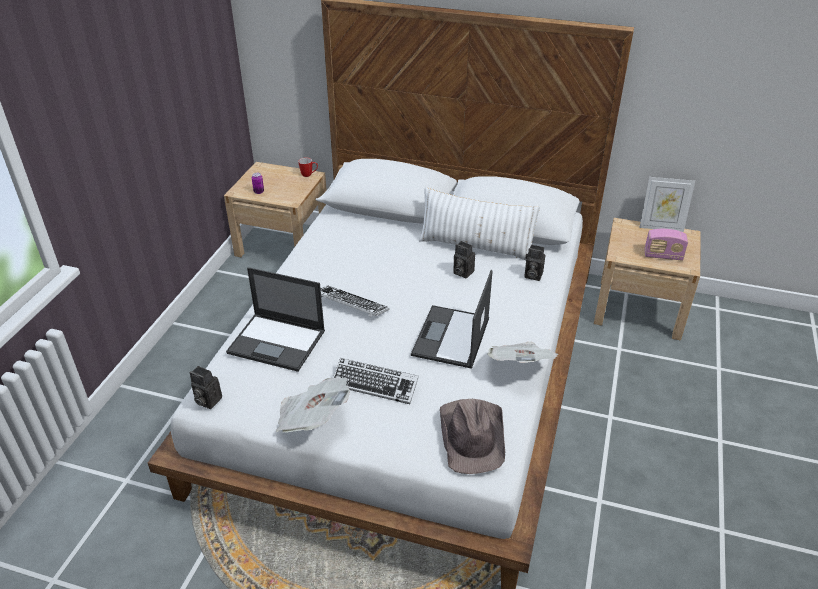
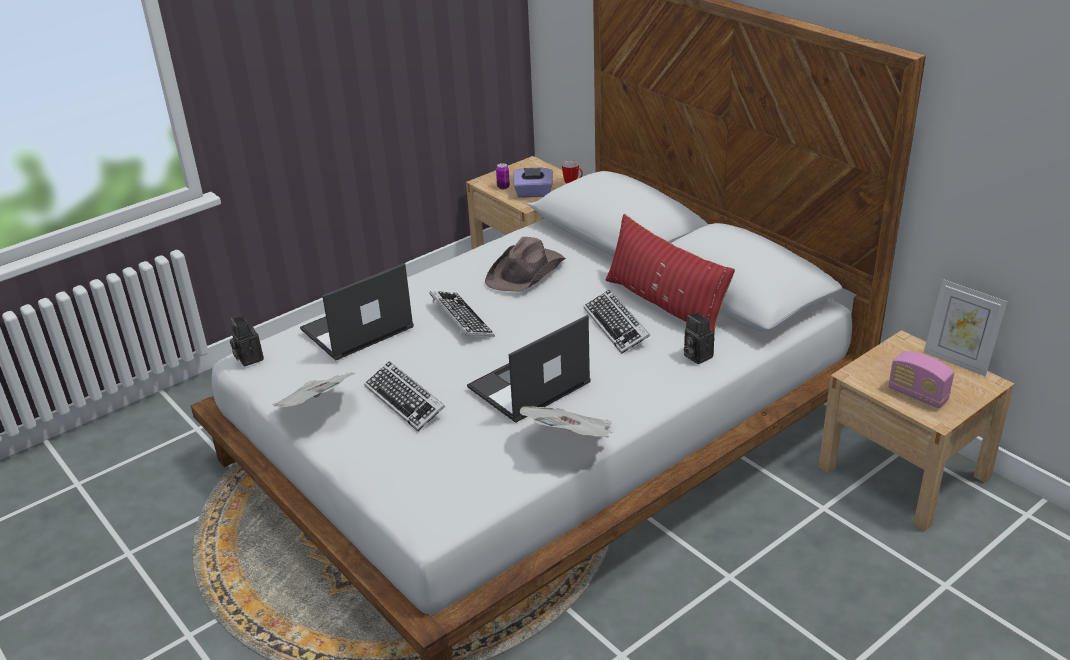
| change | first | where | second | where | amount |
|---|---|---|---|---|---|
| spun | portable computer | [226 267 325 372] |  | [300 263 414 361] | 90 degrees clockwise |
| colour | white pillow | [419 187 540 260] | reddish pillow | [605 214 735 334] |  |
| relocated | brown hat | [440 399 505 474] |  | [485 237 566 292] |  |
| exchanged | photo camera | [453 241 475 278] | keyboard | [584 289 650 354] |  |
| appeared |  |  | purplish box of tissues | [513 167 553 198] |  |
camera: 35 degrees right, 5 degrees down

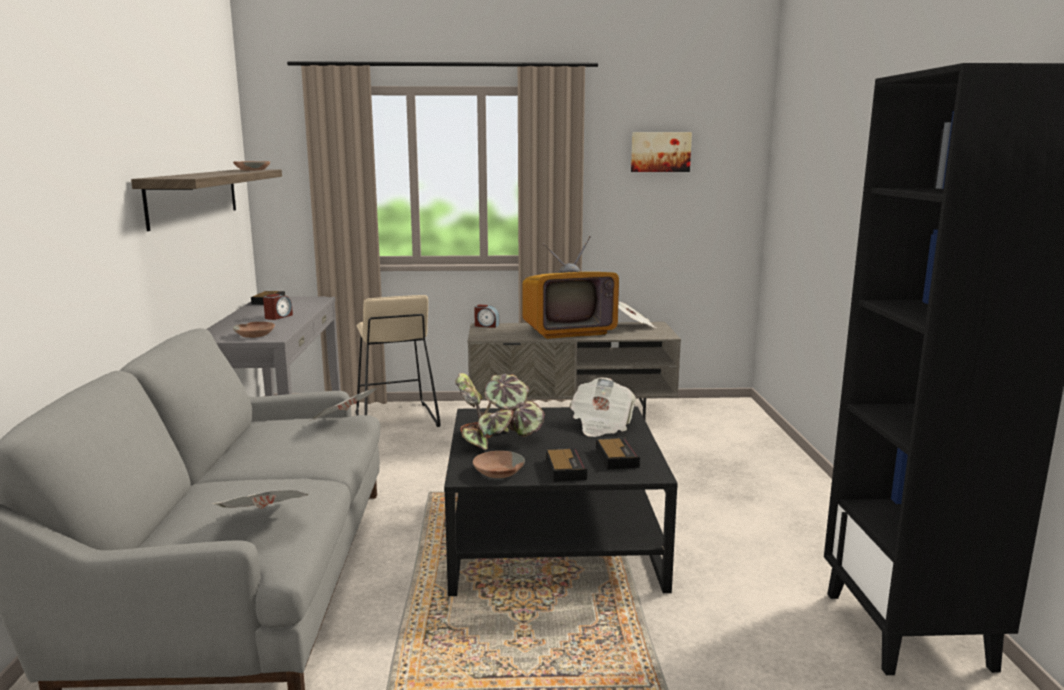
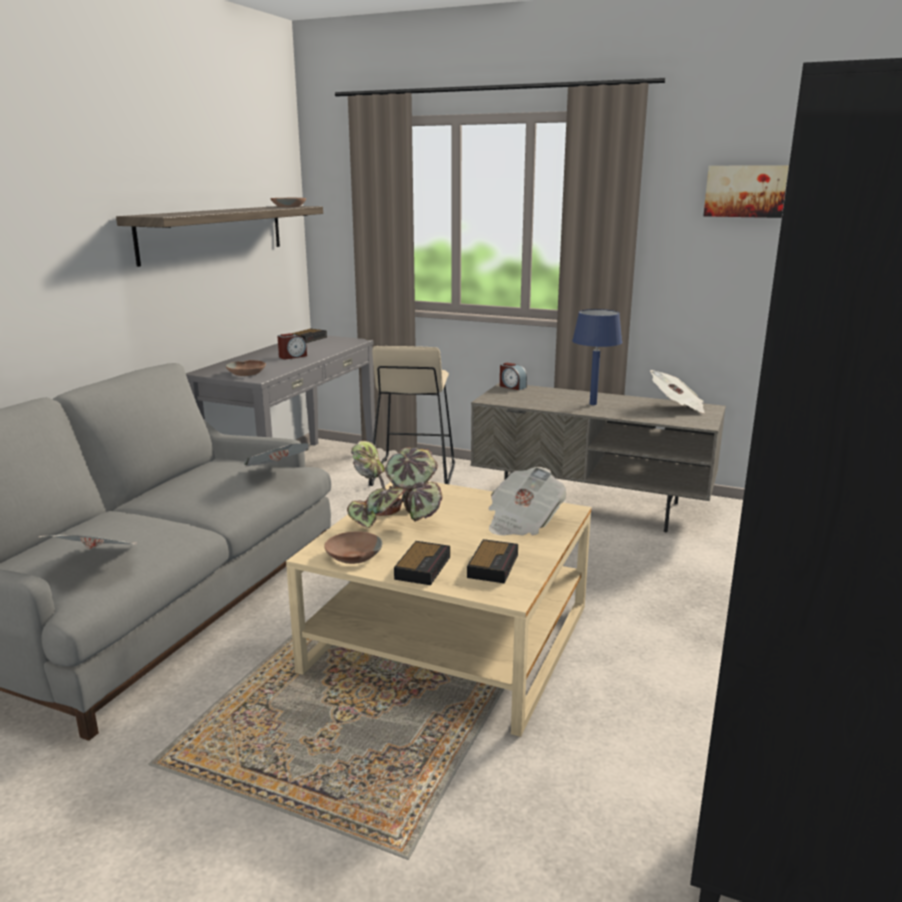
| change | first | where | second | where | amount |
|---|---|---|---|---|---|
| colour | blackish lounge table | [444 406 678 596] | sand-coloured lounge table | [286 481 591 737] |  |
| exchanged | TV set | [522 236 619 339] | blue-coloured lamp for a table | [572 309 622 405] |  |
camera: 25 degrees right, 5 degrees up

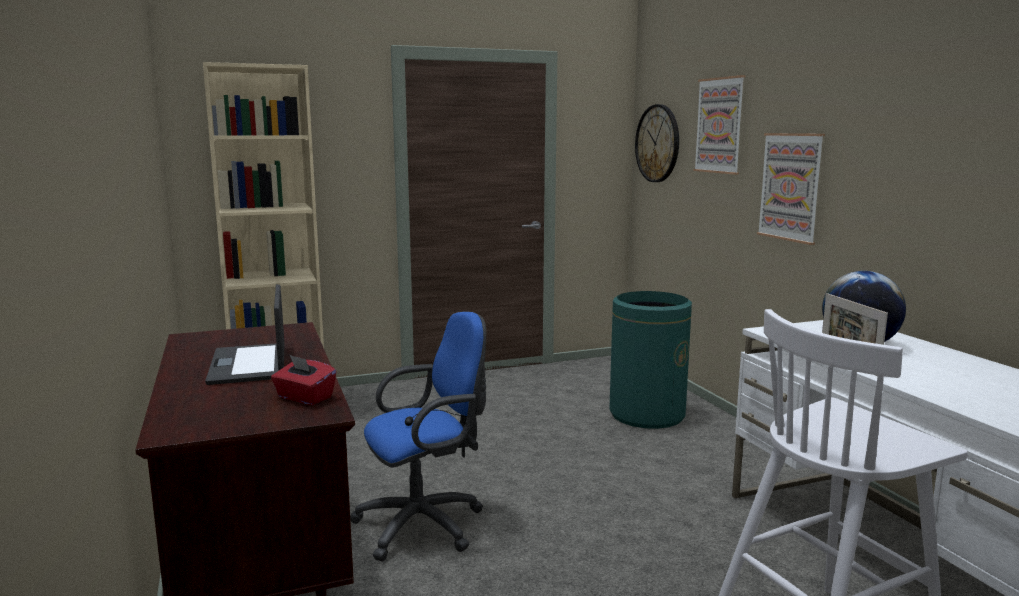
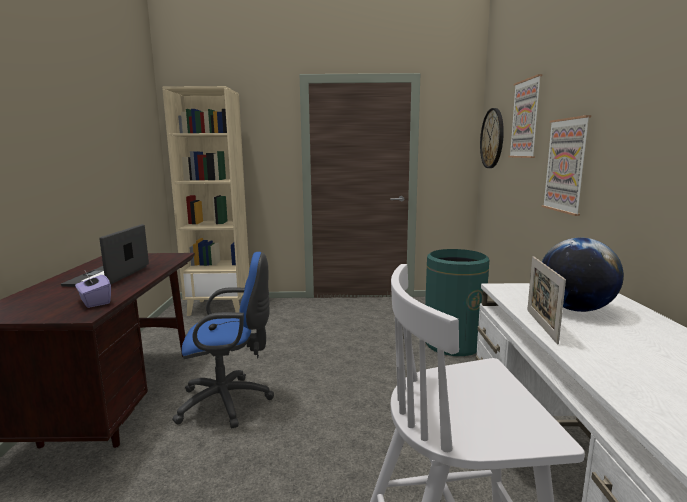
| change | first | where | second | where | amount |
|---|---|---|---|---|---|
| colour | reddish box of tissues | [271 355 337 405] | purplish box of tissues | [75 271 111 308] |  |
camera: 20 degrees right, 0 degrees up

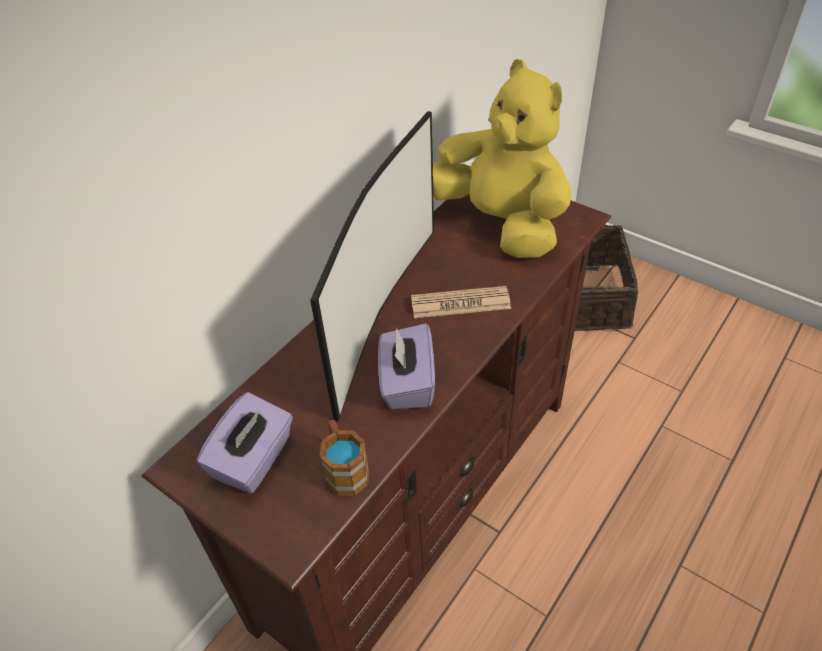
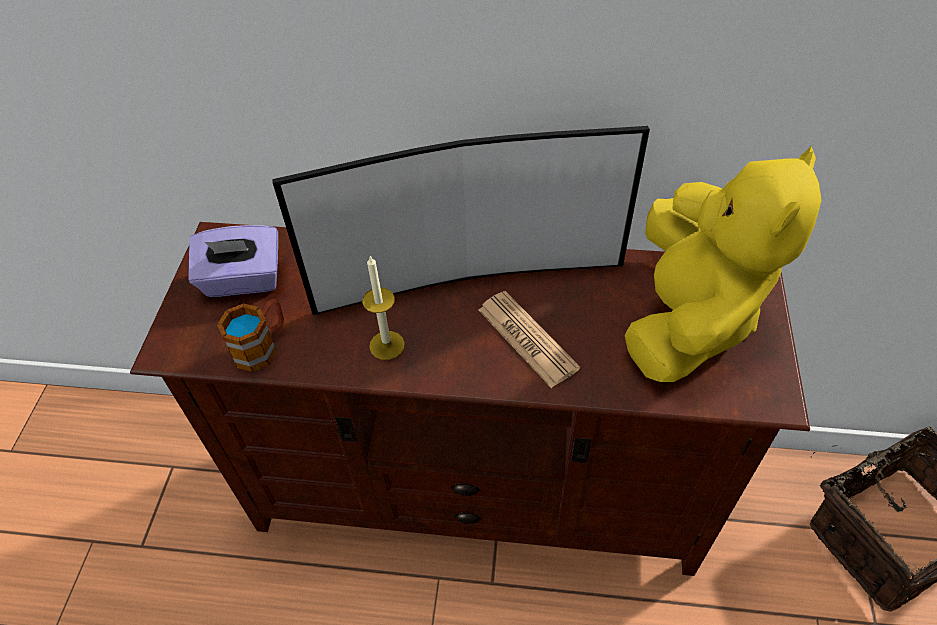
| change | first | where | second | where | amount |
|---|---|---|---|---|---|
| exchanged | purplish box of tissues | [378 324 435 409] | wax light | [362 256 405 360] |  |
camera: 60 degrees right, 5 degrees up

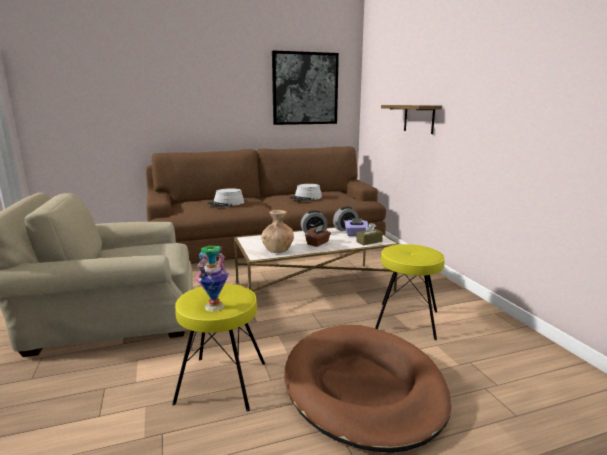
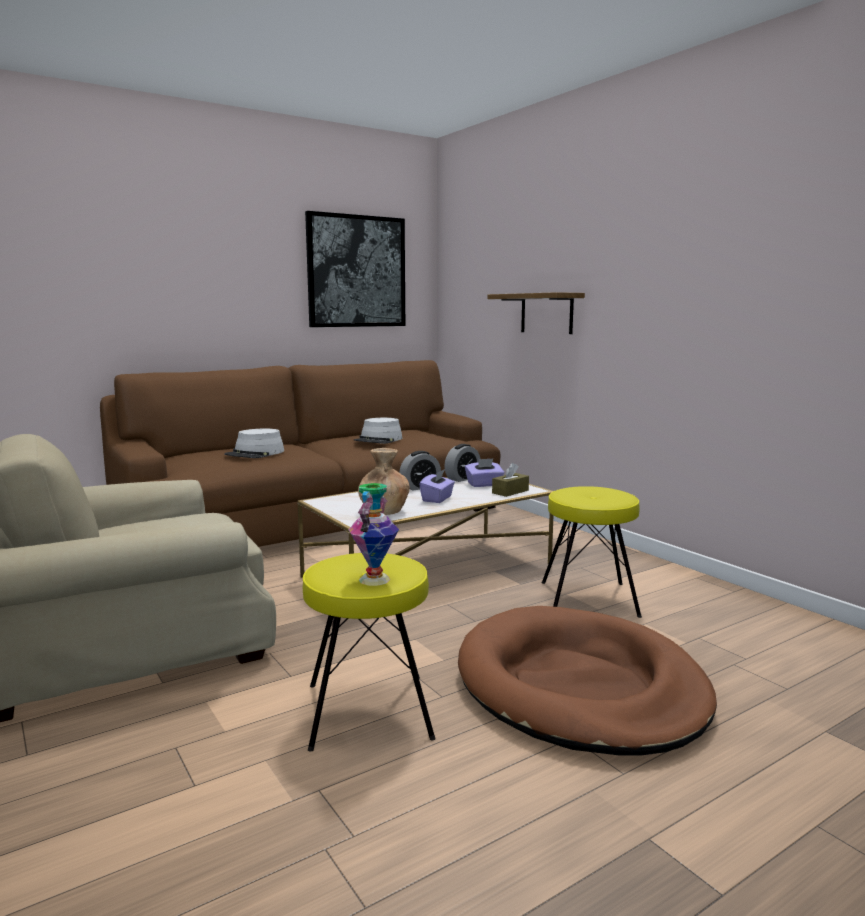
| change | first | where | second | where | amount |
|---|---|---|---|---|---|
| colour | brown box of tissues | [305 225 331 247] | purplish box of tissues | [419 469 455 503] |  |
camera: 15 degrees left, 5 degrees down

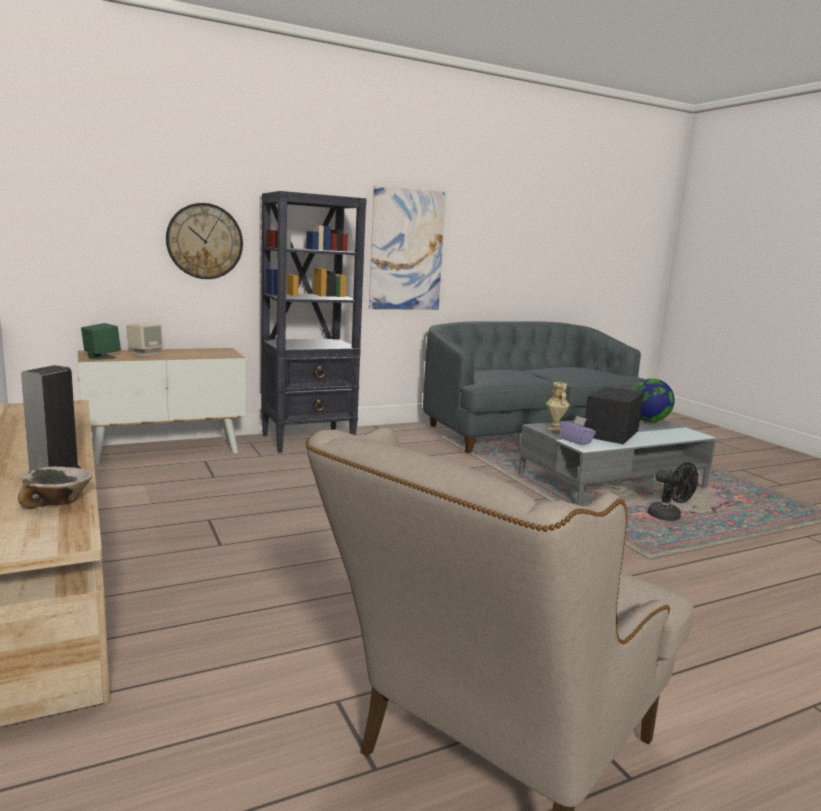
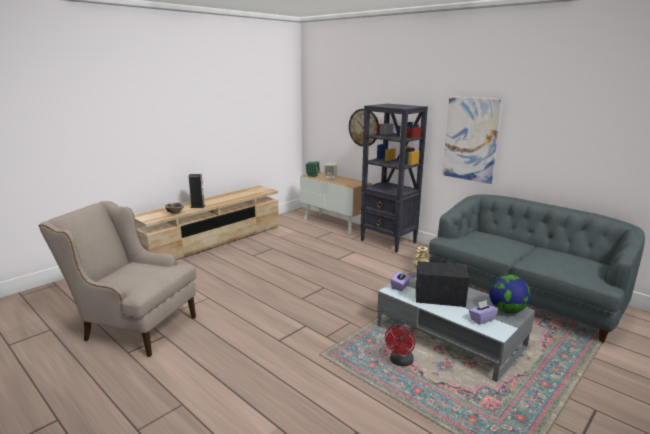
| change | first | where | second | where | amount |
|---|---|---|---|---|---|
| colour | blackish cooling fan | [647 463 698 521] | reddish cooling fan | [385 326 415 366] |  |
| appeared |  |  | purplish box of tissues | [469 300 498 324] |  |
camera: 70 degrees right, 5 degrees up

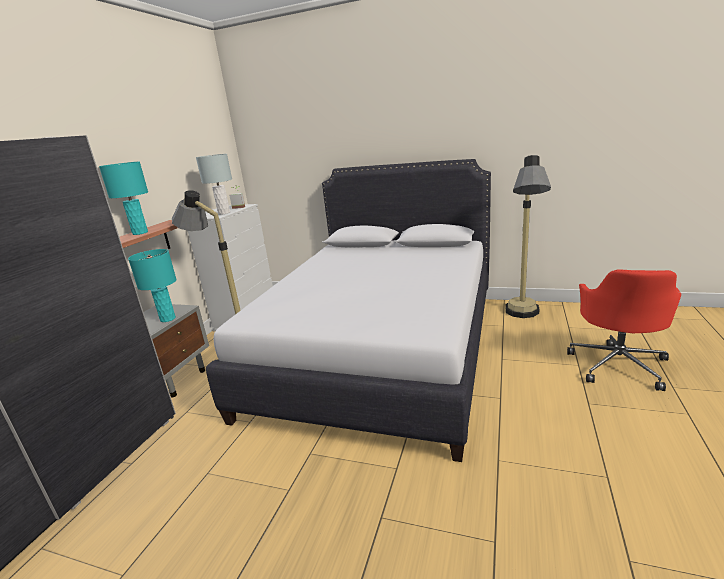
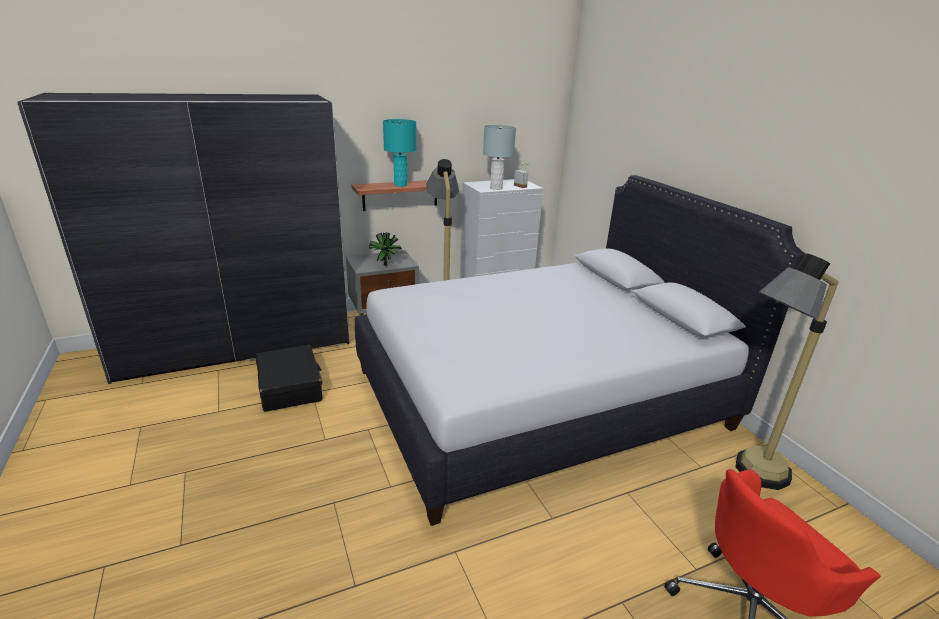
| change | first | where | second | where | amount |
|---|---|---|---|---|---|
| exchanged | blue-green lamp for a table | [128 249 177 322] | plant in a pot | [369 233 402 266] |  |
| appeared |  |  | blackish piece of luggage | [256 345 322 412] |  |
camera: 45 degrees right, 5 degrees up

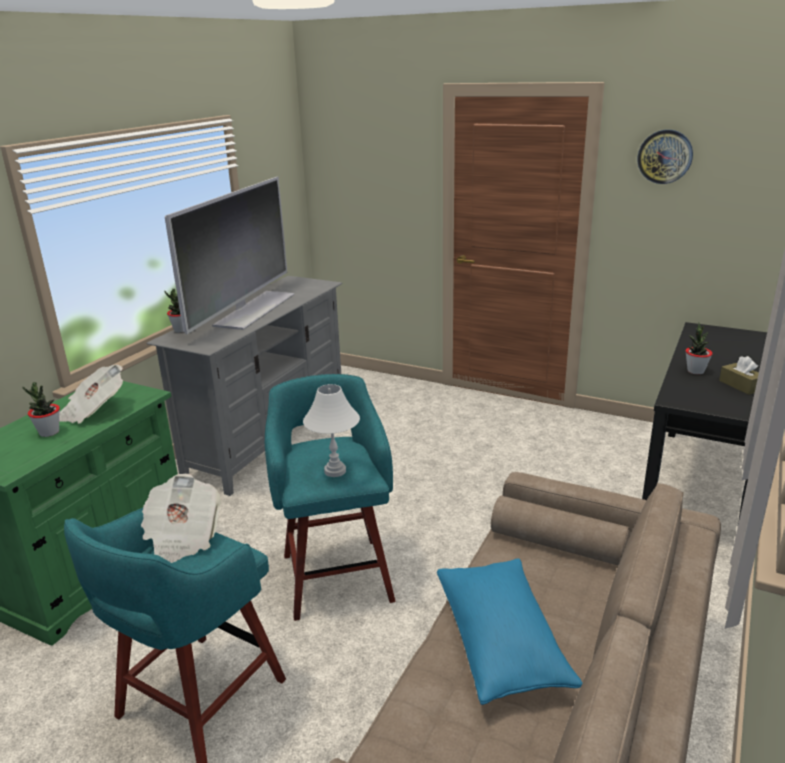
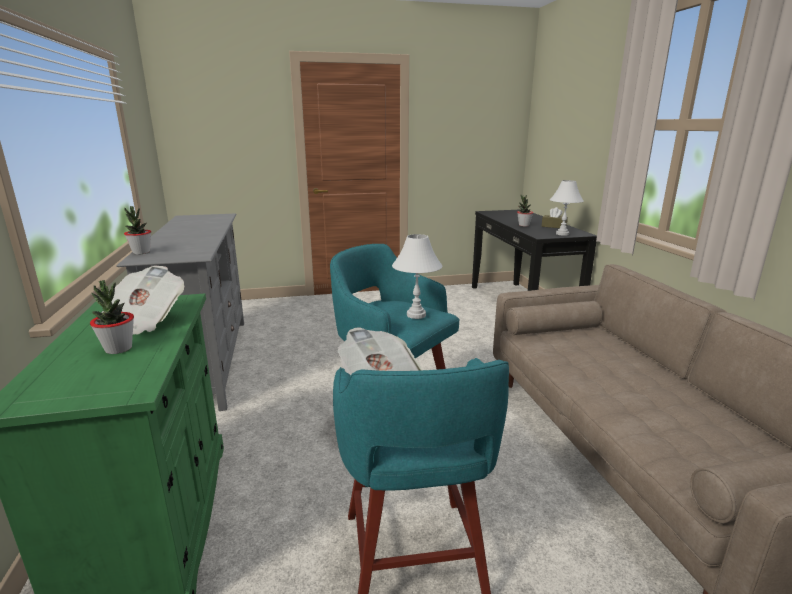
| change | first | where | second | where | amount |
|---|---|---|---|---|---|
| missing | TV set | [165 176 294 334] |  |  |  |
| missing | blue-coloured pillow | [437 559 582 705] |  |  |  |
| missing | wall clock | [637 130 693 184] |  |  |  |
| appeared |  |  | white lamp for a table | [550 180 584 236] |  |
camera: 40 degrees left, 5 degrees down

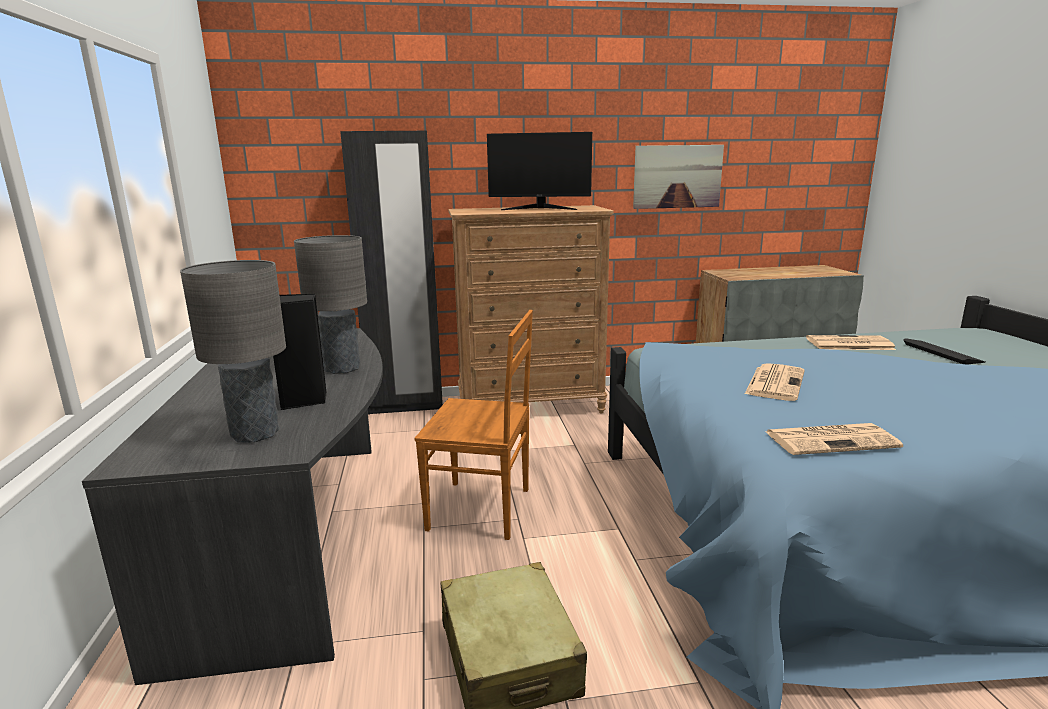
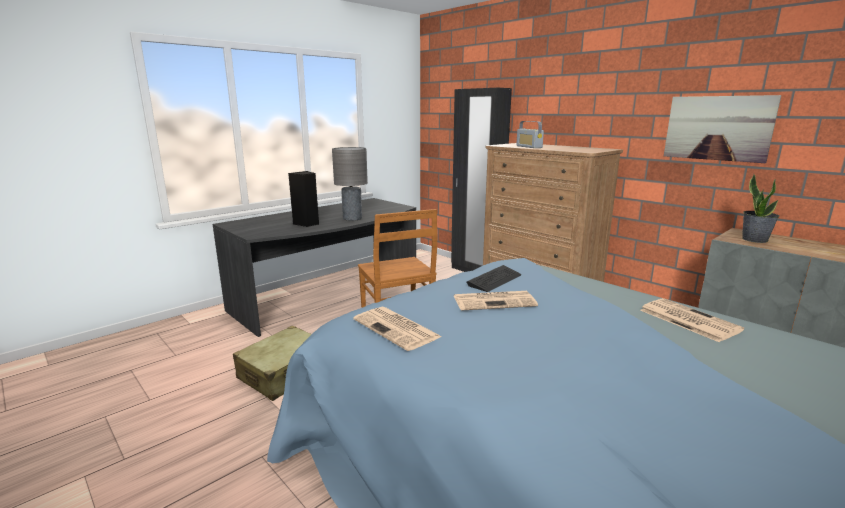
| change | first | where | second | where | amount |
|---|---|---|---|---|---|
| missing | greyish lamp for a table | [180 260 286 443] |  |  |  |
| missing | monitor | [487 132 592 210] |  |  |  |
| relocated | keyboard | [904 338 986 365] |  | [467 265 521 292] |  |
| appeared |  |  | radio | [516 121 544 148] |  |
| appeared |  |  | plant in a pot | [742 174 779 243] |  |
camera: 55 degrees right, 0 degrees up

